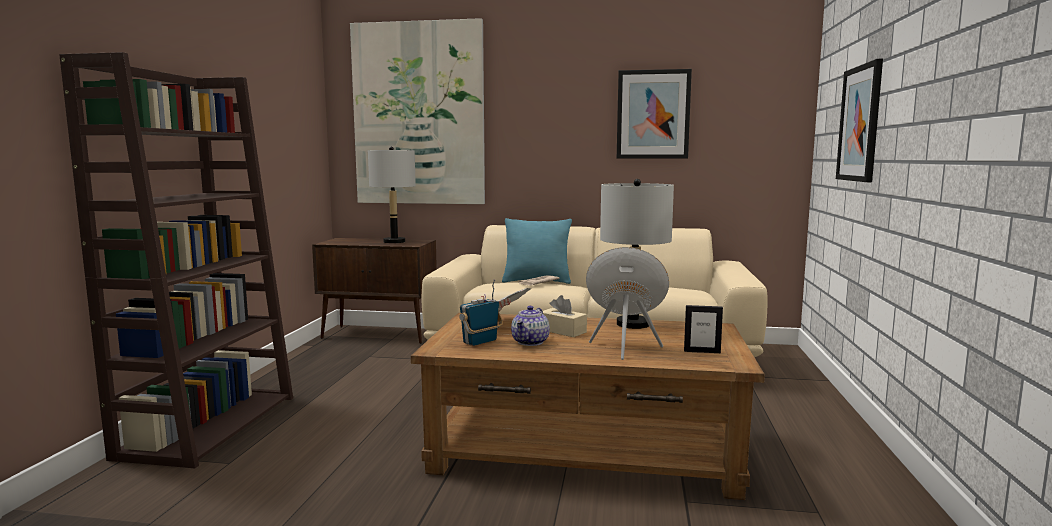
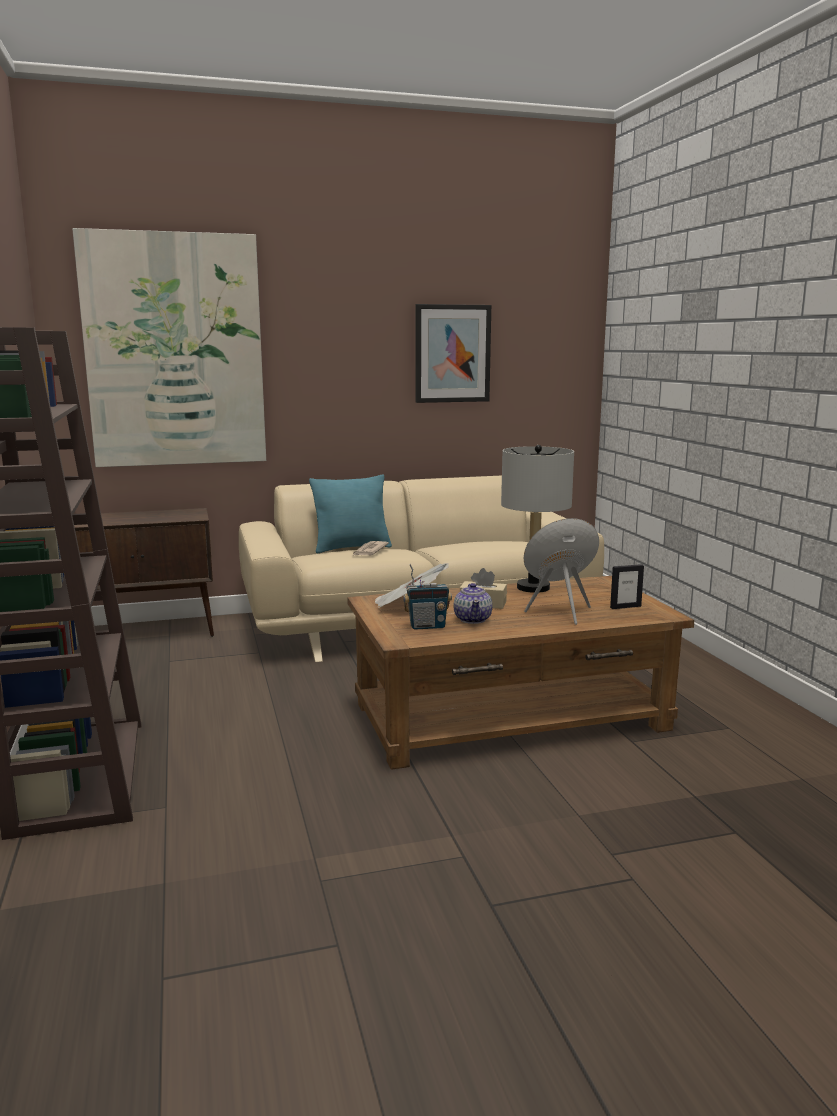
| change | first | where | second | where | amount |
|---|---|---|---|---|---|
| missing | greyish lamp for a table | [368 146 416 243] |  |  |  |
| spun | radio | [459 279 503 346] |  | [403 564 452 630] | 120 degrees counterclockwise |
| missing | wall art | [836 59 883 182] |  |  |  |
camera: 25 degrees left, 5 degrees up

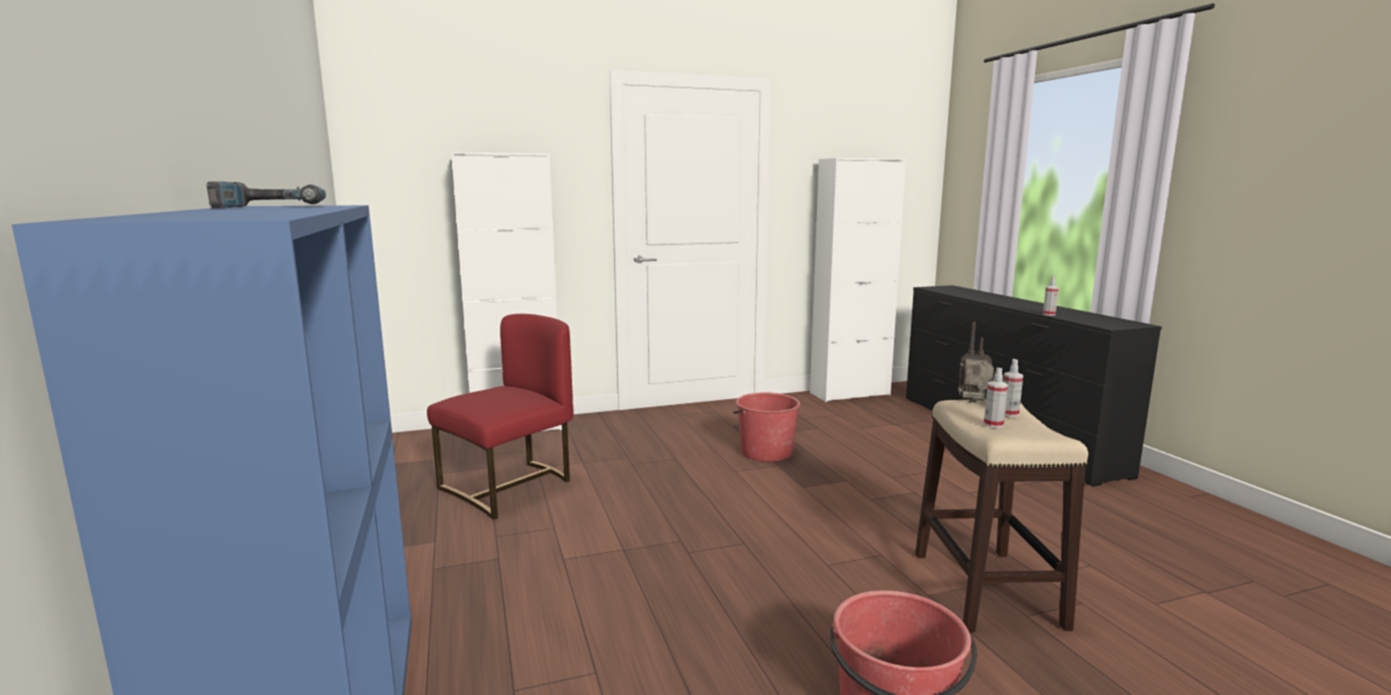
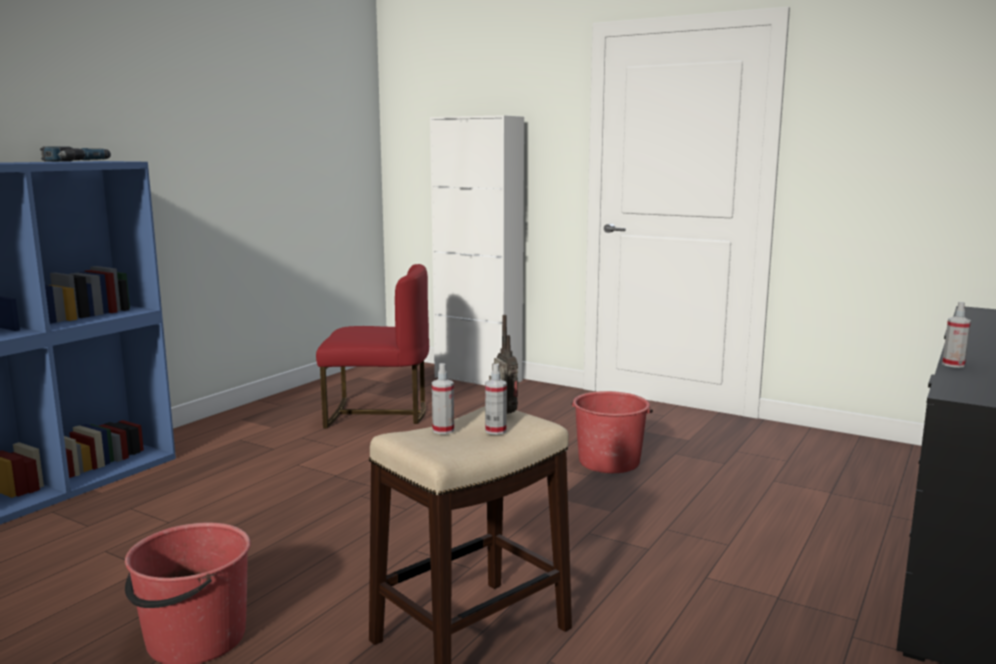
| change | first | where | second | where | amount |
|---|---|---|---|---|---|
| missing | white cabinet | [810 158 906 402] |  |  |  |
camera: 50 degrees right, 0 degrees up

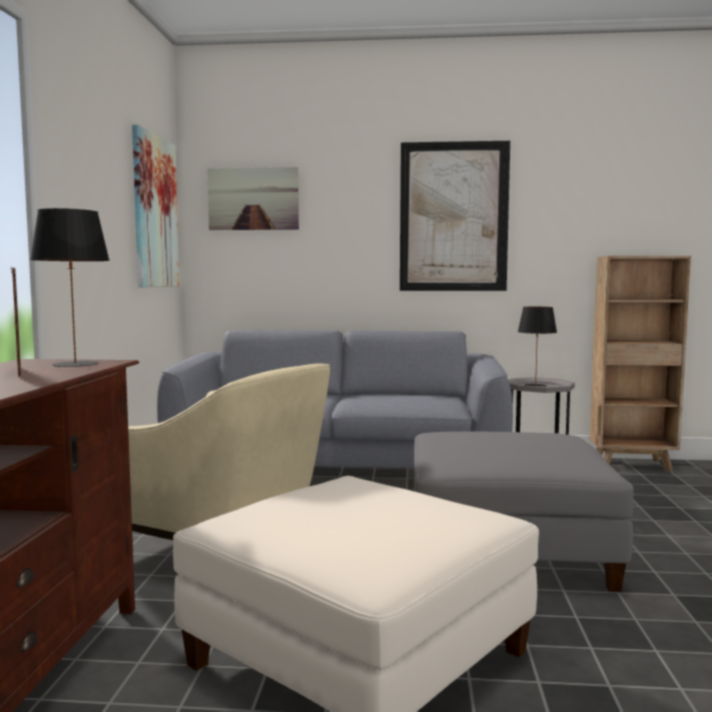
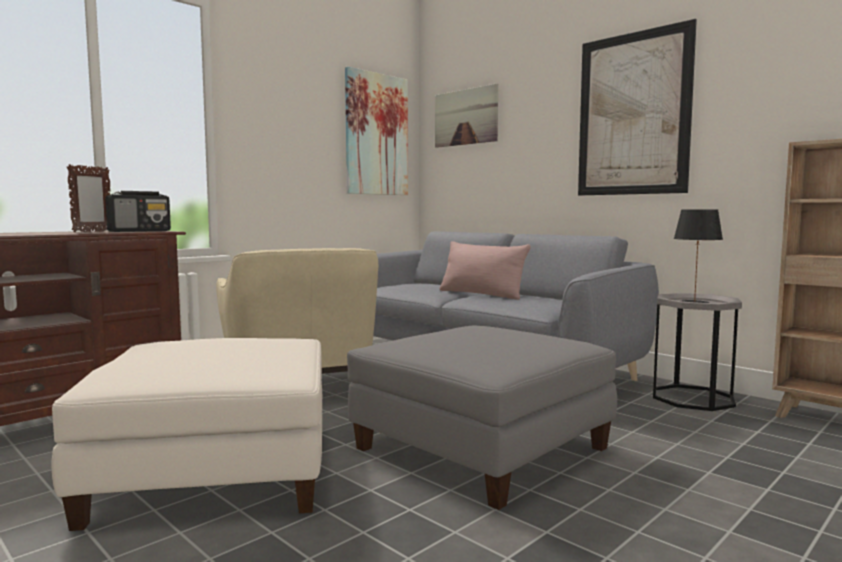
| change | first | where | second | where | amount |
|---|---|---|---|---|---|
| exchanged | blackish lamp for a table | [30 208 110 367] | radio | [105 191 171 232] |  |
| appeared |  |  | pink pillow | [440 241 531 299] |  |
camera: 40 degrees right, 0 degrees up

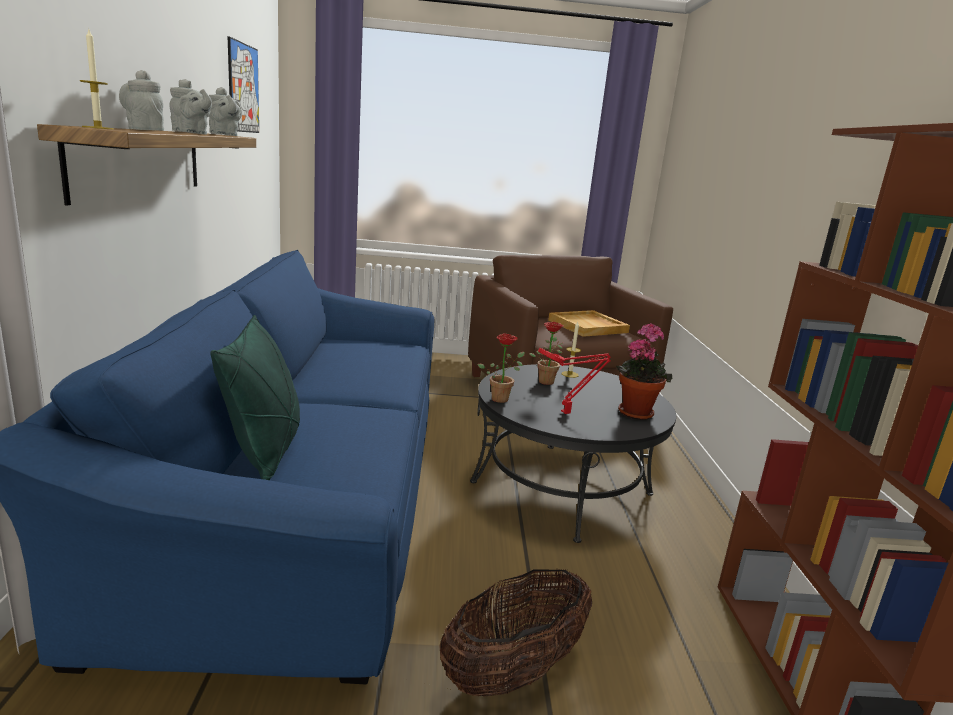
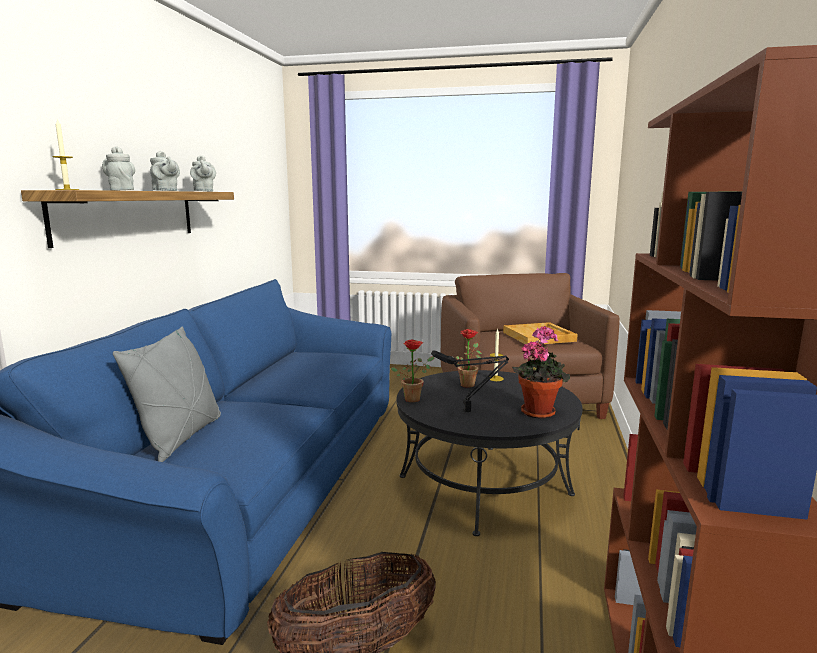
| change | first | where | second | where | amount |
|---|---|---|---|---|---|
| colour | green pillow | [210 315 300 480] | greyish pillow | [113 326 221 462] |  |
| missing | wall art | [228 36 259 133] |  |  |  |
| colour | reddish lamp for a table | [538 348 610 414] | blackish lamp for a table | [431 350 509 412] |  |
camera: 15 degrees right, 5 degrees down

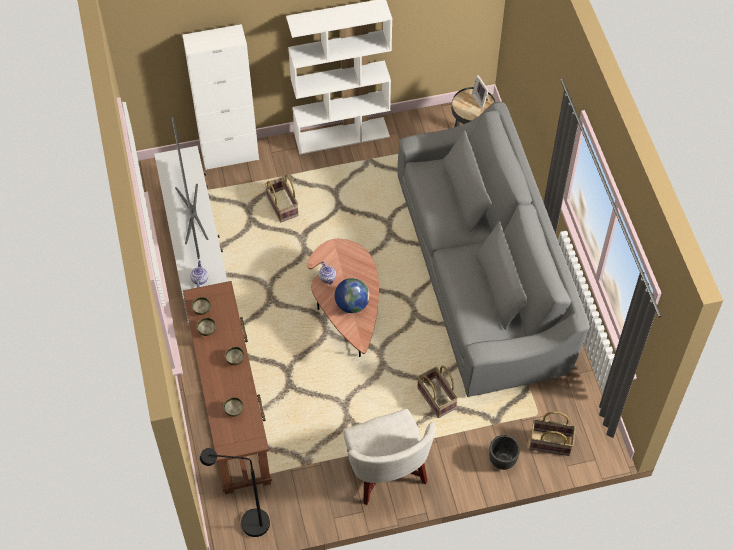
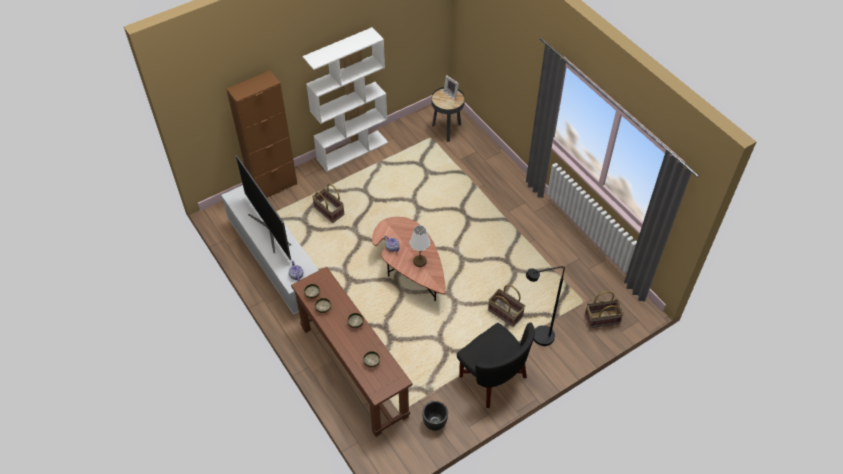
| change | first | where | second | where | amount |
|---|---|---|---|---|---|
| colour | white cabinet | [183 24 259 170] | brown cabinet | [226 71 297 198] |  |
| relocated | blackish standing lamp | [200 448 270 537] |  | [526 266 565 346] |  |
| exchanged | desk globe | [335 278 370 313] | white lamp for a table | [410 225 430 267] |  |
| colour | white armchair | [343 409 436 505] | blackish armchair | [457 323 535 408] |  |
| missing | greyish settee | [397 102 590 397] |  |  |  |
| relocated | blackish planter | [489 435 520 470] |  | [422 401 448 431] |  |
camera: 20 degrees left, 5 degrees down

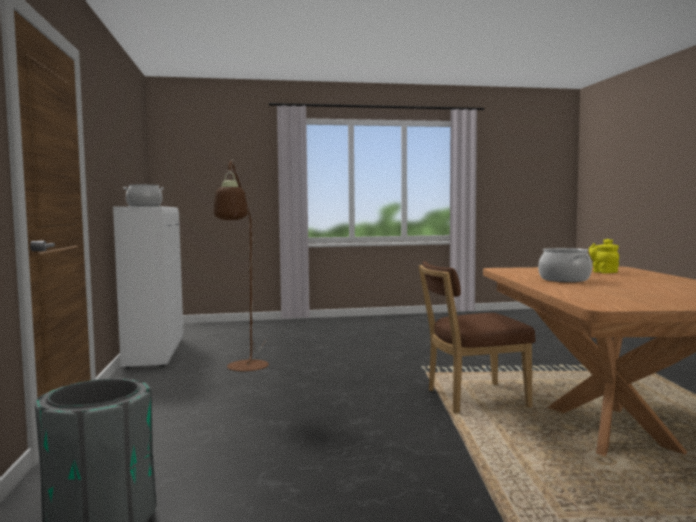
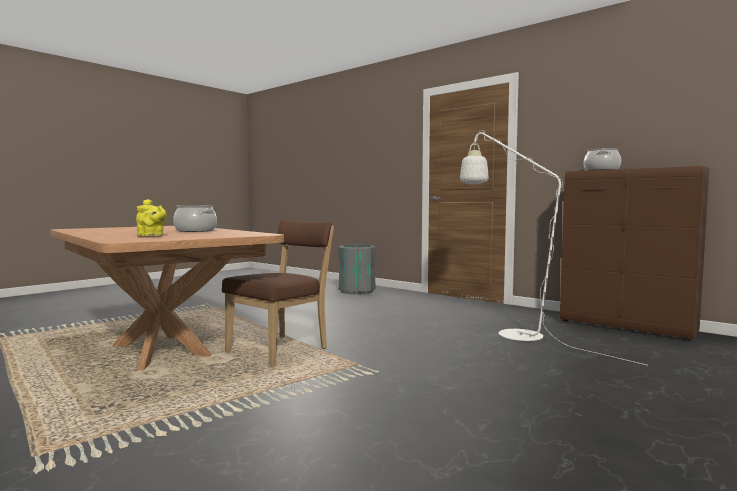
| change | first | where | second | where | amount |
|---|---|---|---|---|---|
| colour | white cabinet | [113 206 183 369] | brown cabinet | [560 166 709 340] |  |
| colour | brown standing lamp | [214 159 269 371] | white standing lamp | [460 130 646 365] |  |
camera: 140 degrees right, 0 degrees up

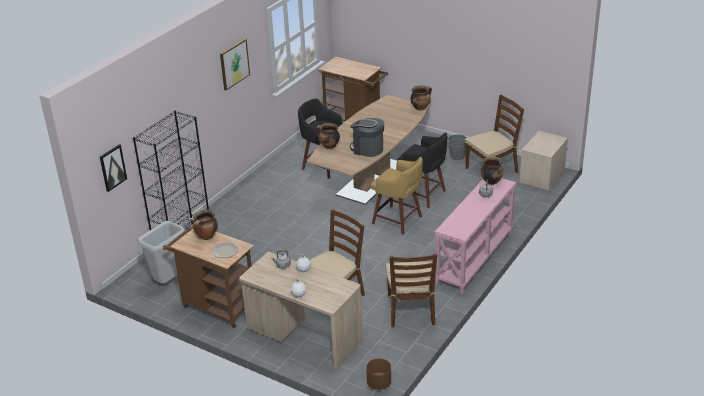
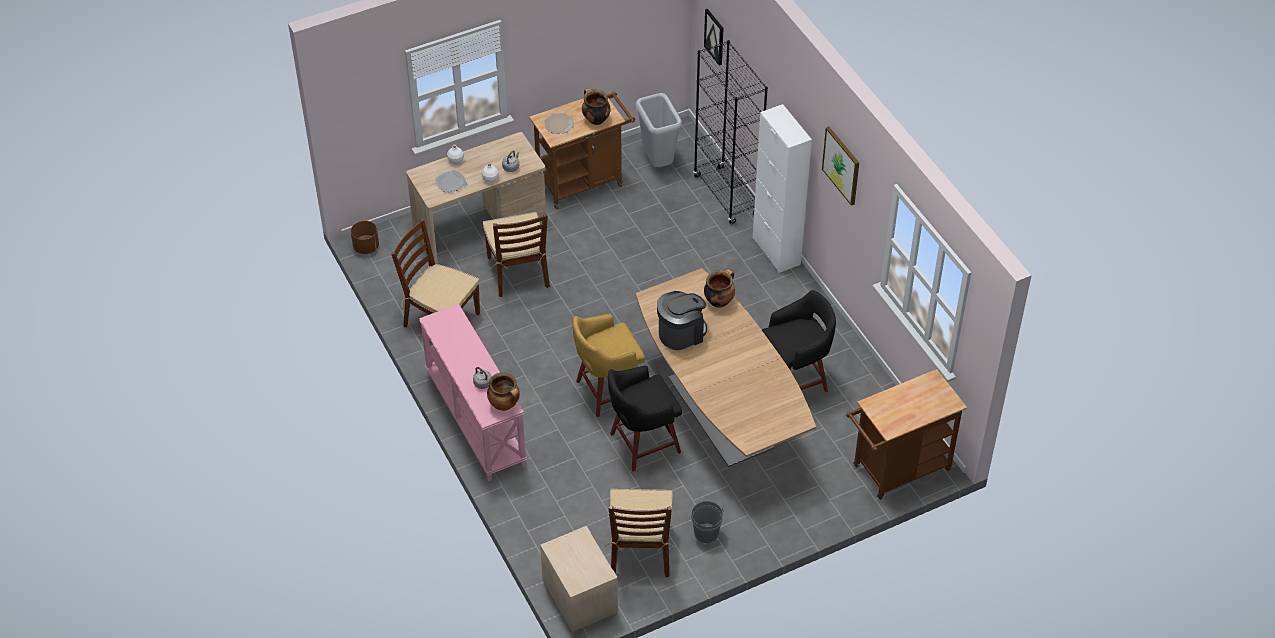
| change | first | where | second | where | amount |
|---|---|---|---|---|---|
| missing | saucepot | [410 85 432 111] |  |  |  |
| appeared |  |  | plate | [435 170 467 193] |  |
| appeared |  |  | white cabinet | [753 104 812 273] |  |
camera: 120 degrees right, 15 degrees up

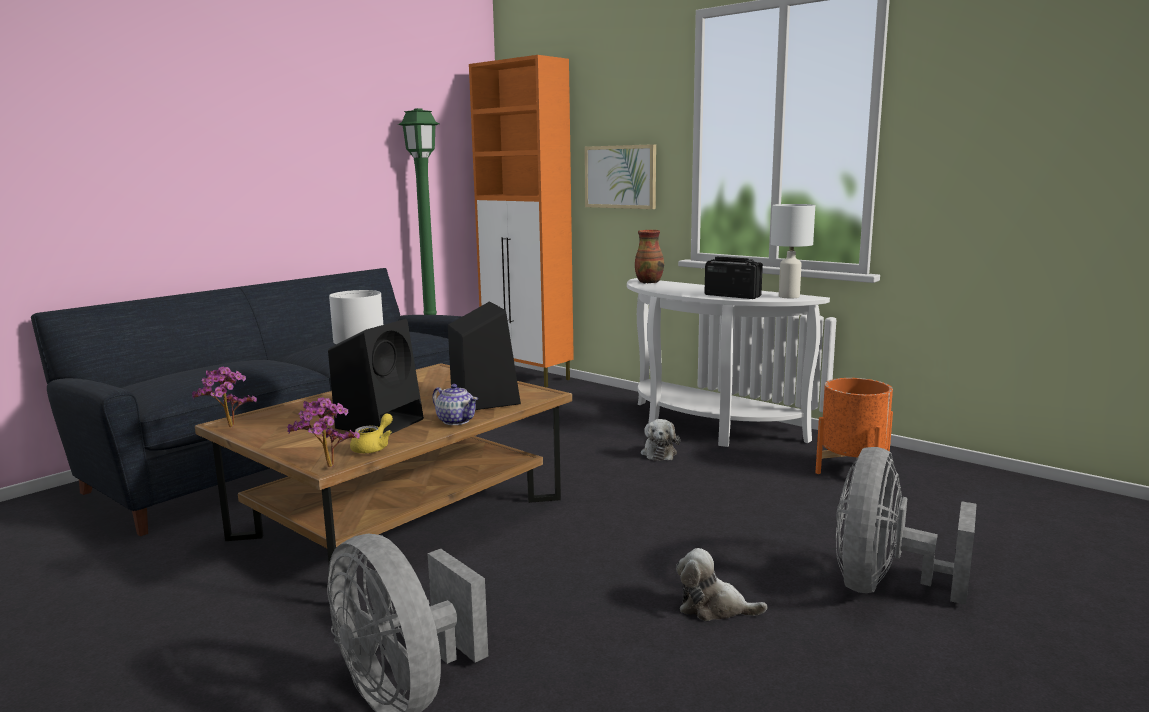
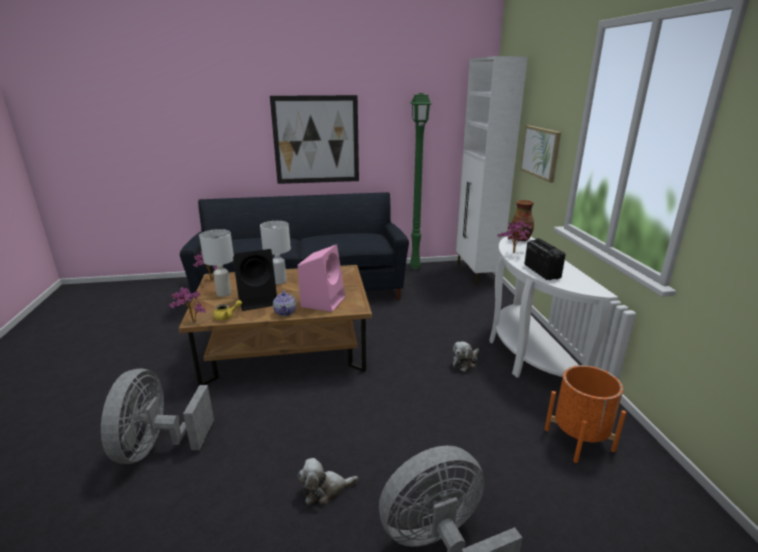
| change | first | where | second | where | amount |
|---|---|---|---|---|---|
| colour | blackish audio speaker | [448 301 521 410] | pink audio speaker | [298 244 345 312] |  |
| colour | orangey cabinet | [469 55 574 387] | white cabinet | [456 56 528 285] |  |
| spun | soft toy | [676 548 767 621] |  | [298 458 358 506] | 75 degrees counterclockwise |
| relocated | white lamp for a table | [771 204 815 298] |  | [199 229 234 297] |  |
| appeared |  |  | wall art | [270 95 359 184] |  |
| appeared |  |  | plant in a pot | [497 221 531 253] |  |
camera: 40 degrees right, 10 degrees up

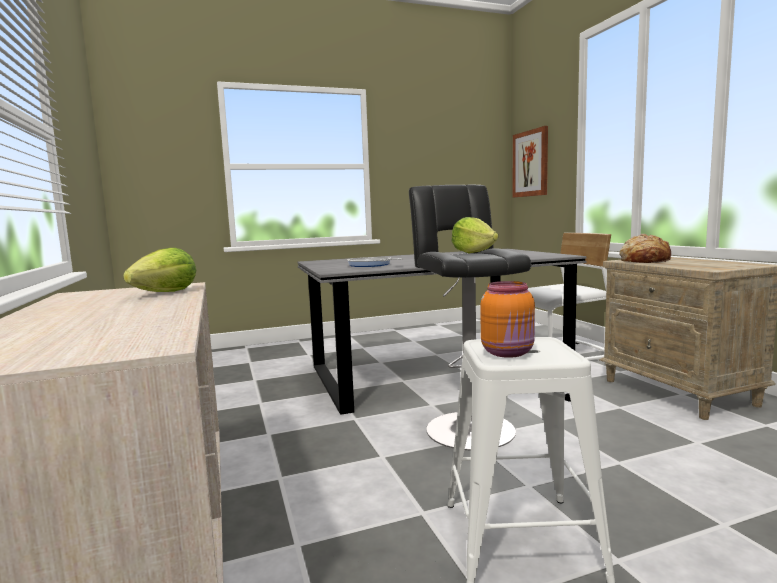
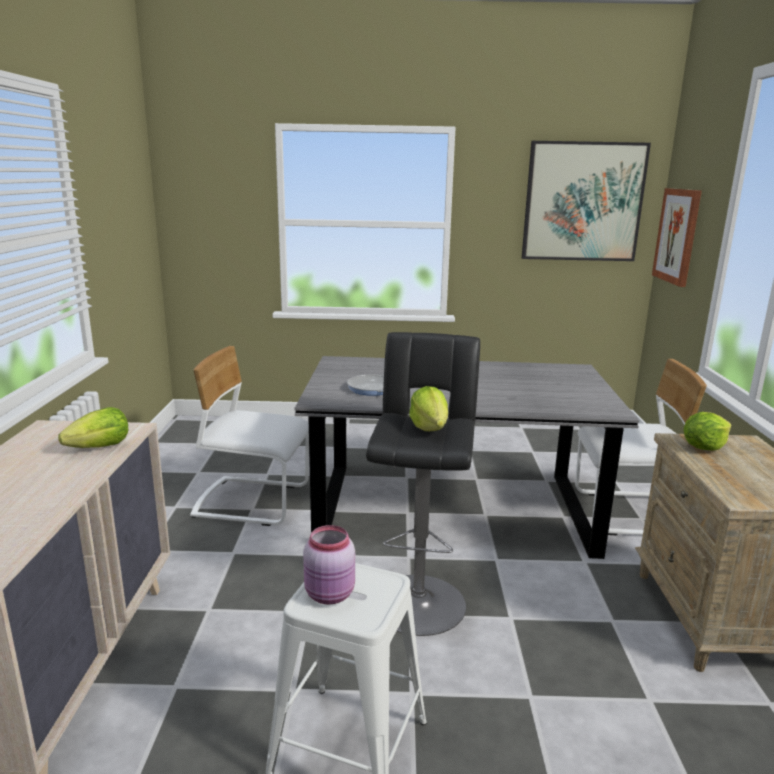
| change | first | where | second | where | amount |
|---|---|---|---|---|---|
| colour | orangey preserve jar | [480 281 535 358] | pink preserve jar | [303 525 355 604] |  |
| exchanged | baked bread | [619 234 671 263] | lettuce | [684 412 732 451] |  |
| appeared |  |  | white upright chair | [190 346 309 526] |  |
| appeared |  |  | wall art | [522 141 651 261] |  |
camera: 20 degrees right, 10 degrees up

